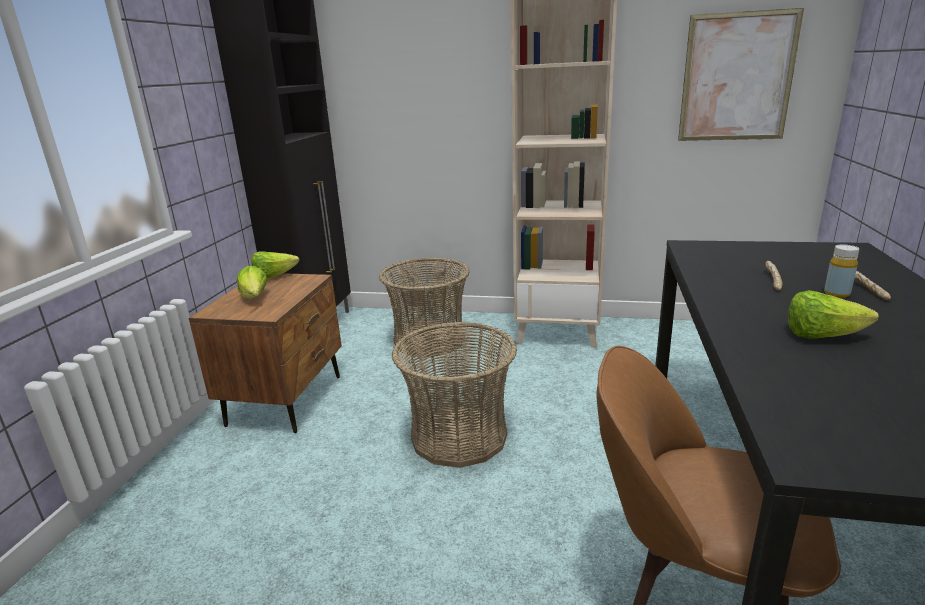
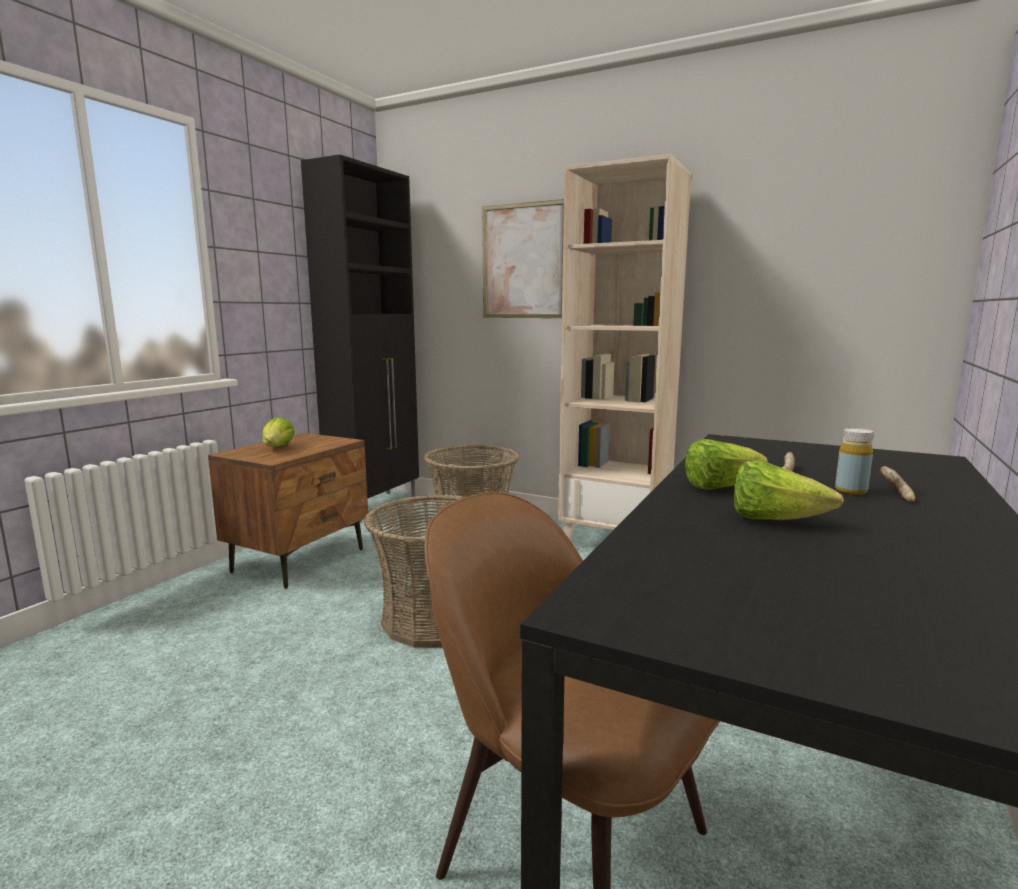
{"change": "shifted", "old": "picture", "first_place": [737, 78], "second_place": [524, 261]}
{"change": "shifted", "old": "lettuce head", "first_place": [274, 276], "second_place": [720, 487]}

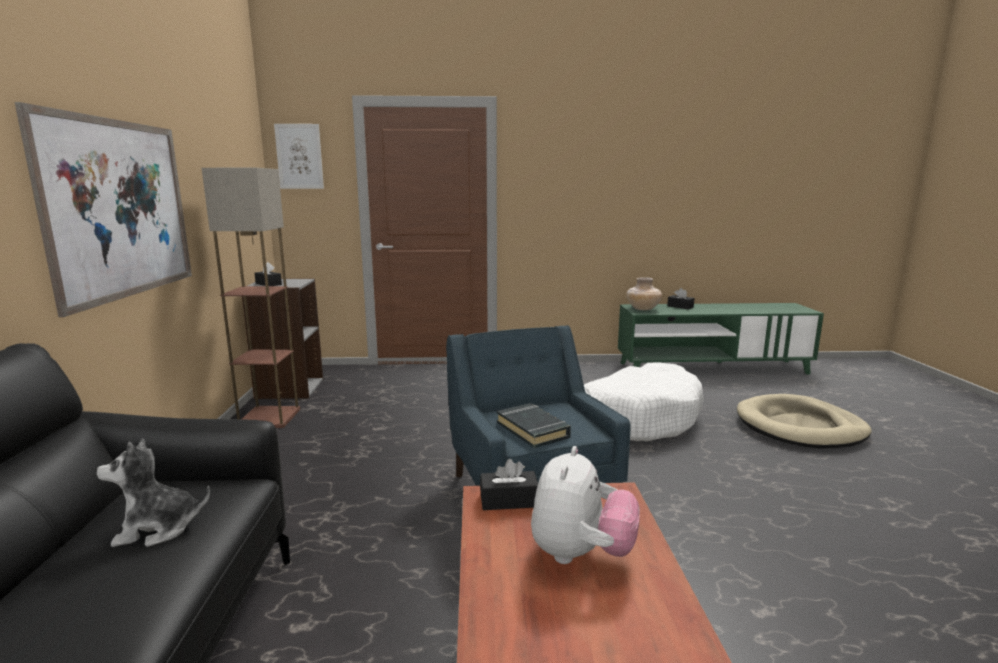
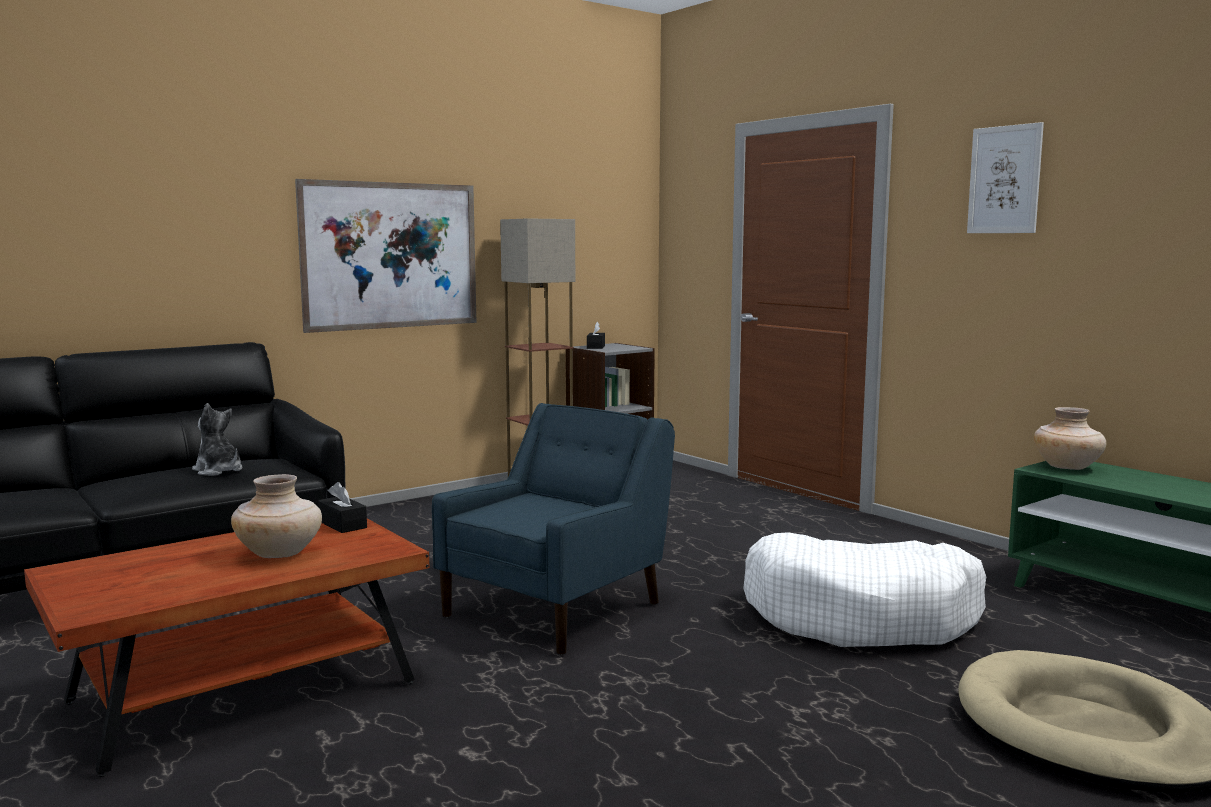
{"change": "shifted", "old": "picture", "first_place": [299, 156], "second_place": [1004, 180]}
{"change": "gone", "old": "box of tissues (black)", "first_place": [680, 307]}
{"change": "gone", "old": "volume (black)", "first_place": [533, 430]}
{"change": "swapped", "old": "plush toy", "new": "flower vase (beige-coloured)", "first_place": [581, 554], "second_place": [280, 554]}

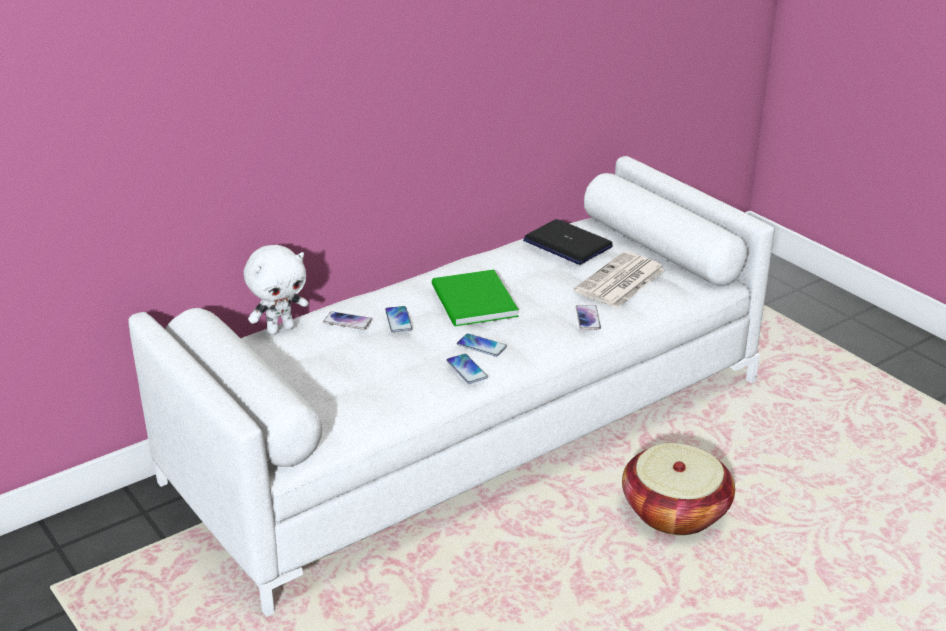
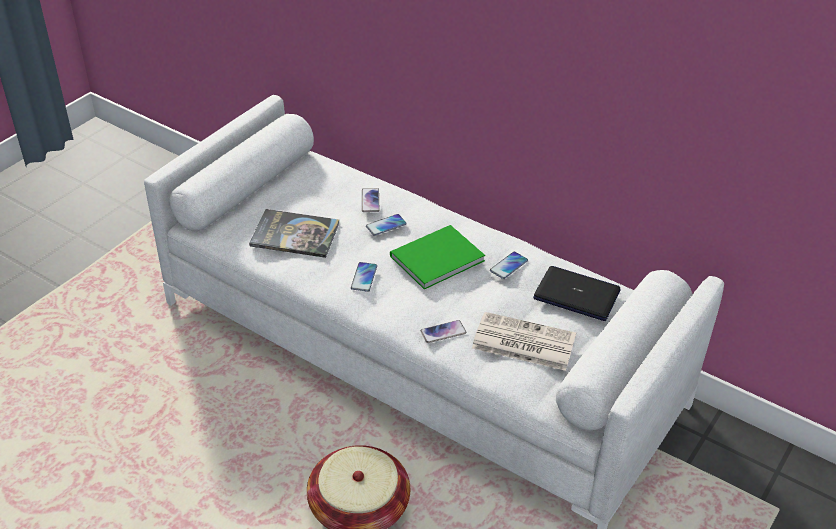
{"change": "rotated", "old": "notebook computer", "first_place": [567, 244], "second_place": [577, 294], "degrees": 90}
{"change": "gone", "old": "plush toy (whitish)", "first_place": [280, 329]}
{"change": "shifted", "old": "telephone", "first_place": [467, 369], "second_place": [508, 266]}
{"change": "new", "new": "volume", "second_place": [295, 234]}

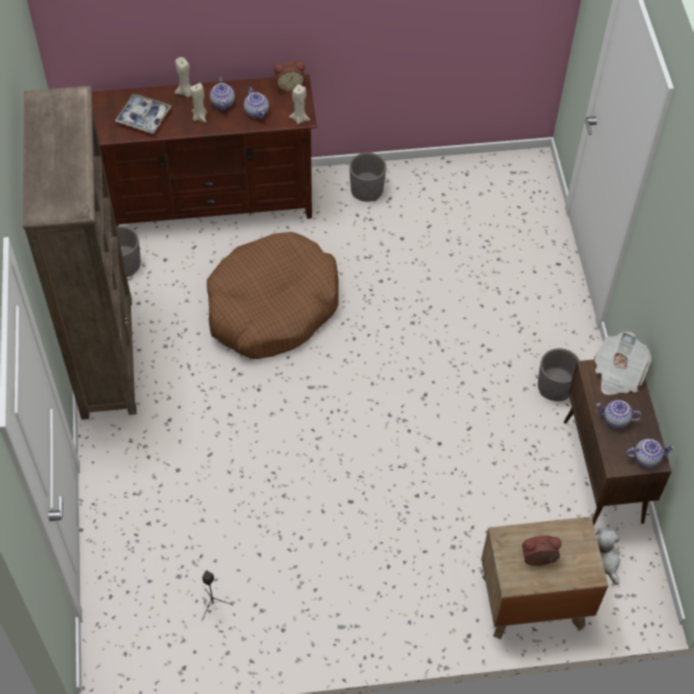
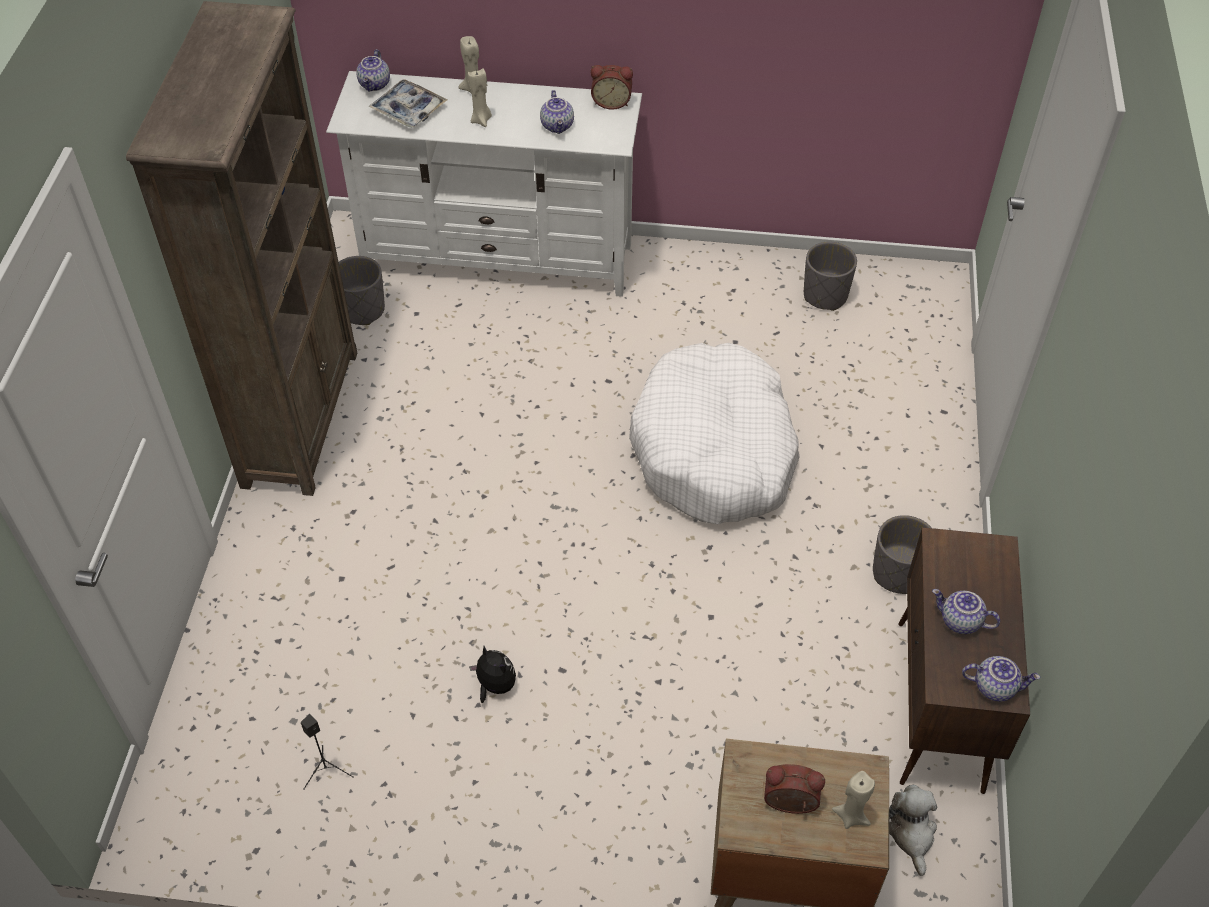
{"change": "repainted", "old": "media console (brownish)", "new": "media console (whitish)", "first_place": [212, 204], "second_place": [499, 258]}
{"change": "shifted", "old": "pot for tea", "first_place": [223, 103], "second_place": [375, 84]}
{"change": "shifted", "old": "wax light (beige-coloured)", "first_place": [299, 118], "second_place": [851, 816]}
{"change": "shifted", "old": "flower pot (gray)", "first_place": [367, 190], "second_place": [825, 295]}
{"change": "gone", "old": "pet bed (brownish)", "first_place": [272, 307]}
{"change": "gone", "old": "newspaper", "first_place": [618, 373]}
{"change": "new", "new": "pet bed (whitish)", "second_place": [714, 450]}
{"change": "new", "new": "plush toy", "second_place": [494, 686]}

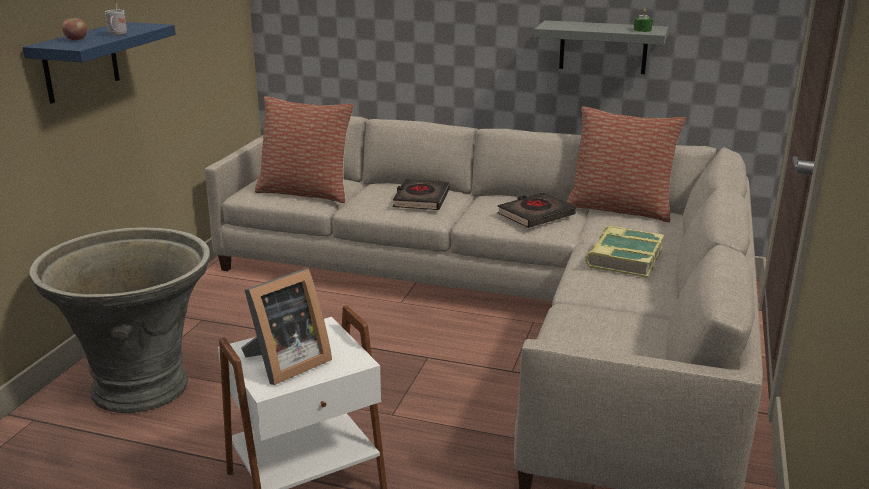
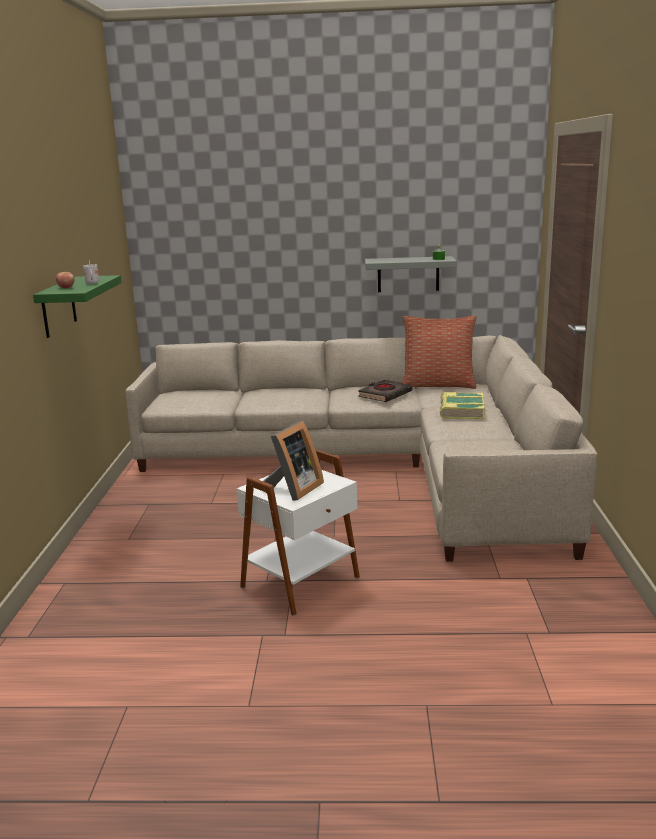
{"change": "repainted", "old": "wall shelf (bluish)", "new": "wall shelf (green-coloured)", "first_place": [81, 62], "second_place": [58, 307]}
{"change": "gone", "old": "pillow", "first_place": [306, 192]}
{"change": "gone", "old": "volume (black)", "first_place": [421, 199]}
{"change": "gone", "old": "flower pot (gray)", "first_place": [143, 387]}

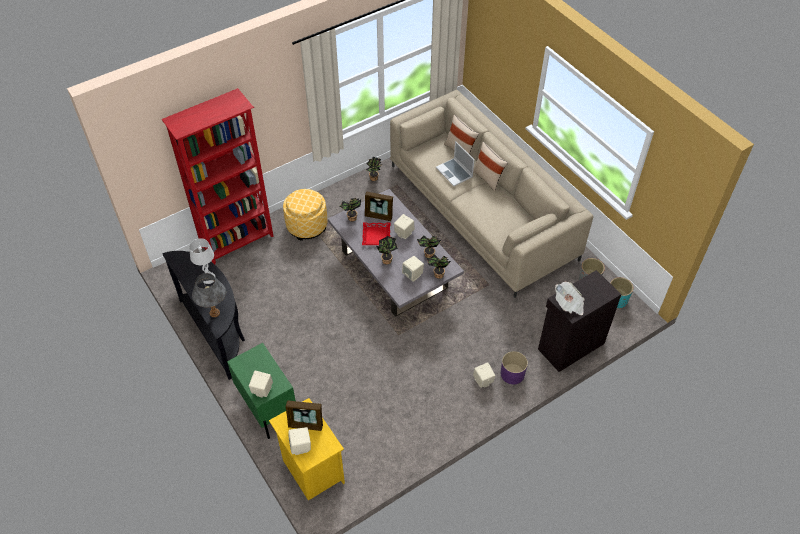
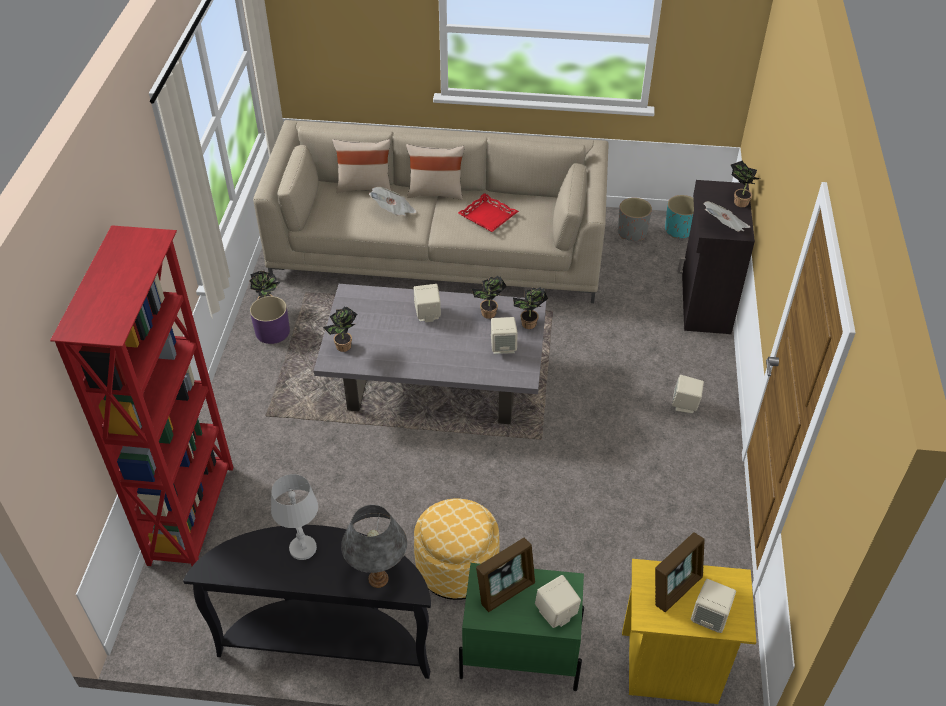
{"change": "swapped", "old": "notebook computer", "new": "newspaper", "first_place": [455, 173], "second_place": [393, 211]}
{"change": "shifted", "old": "footrest", "first_place": [307, 225], "second_place": [457, 568]}
{"change": "shifted", "old": "photo frame", "first_place": [379, 215], "second_place": [506, 590]}
{"change": "shifted", "old": "tray (red-coloured)", "first_place": [376, 236], "second_place": [487, 217]}
{"change": "shifted", "old": "houseplant", "first_place": [387, 259], "second_place": [739, 201]}
{"change": "shifted", "old": "flower pot (purplish)", "first_place": [512, 374], "second_place": [272, 331]}

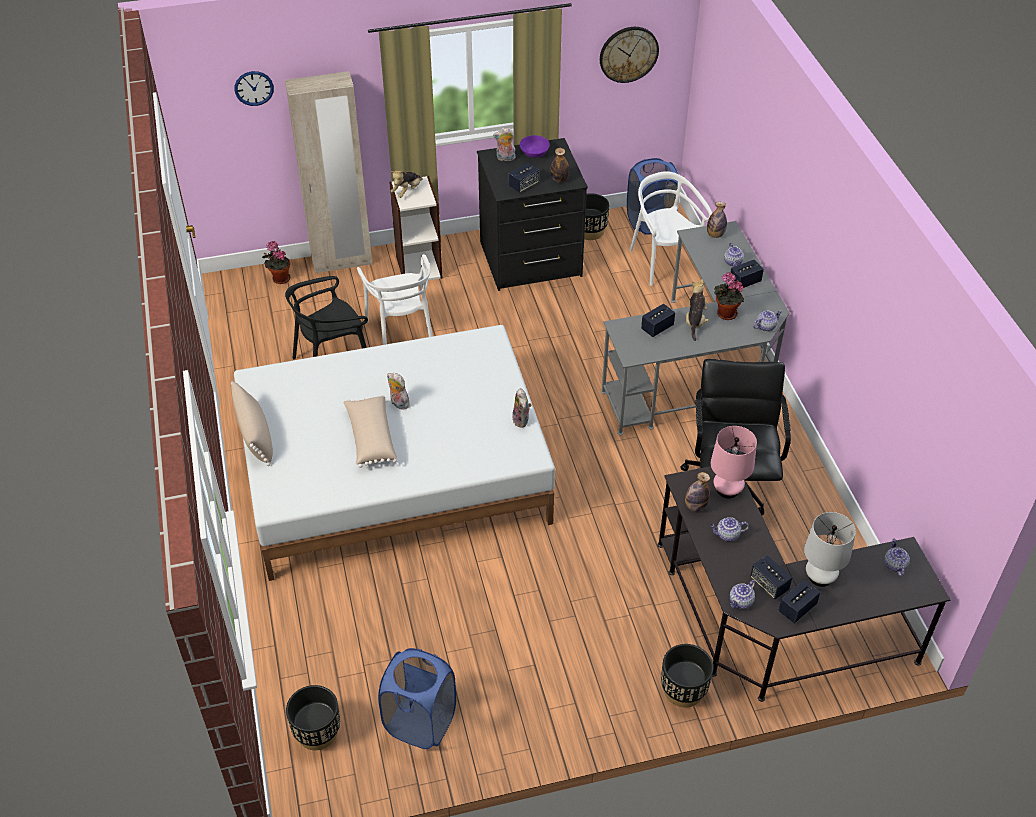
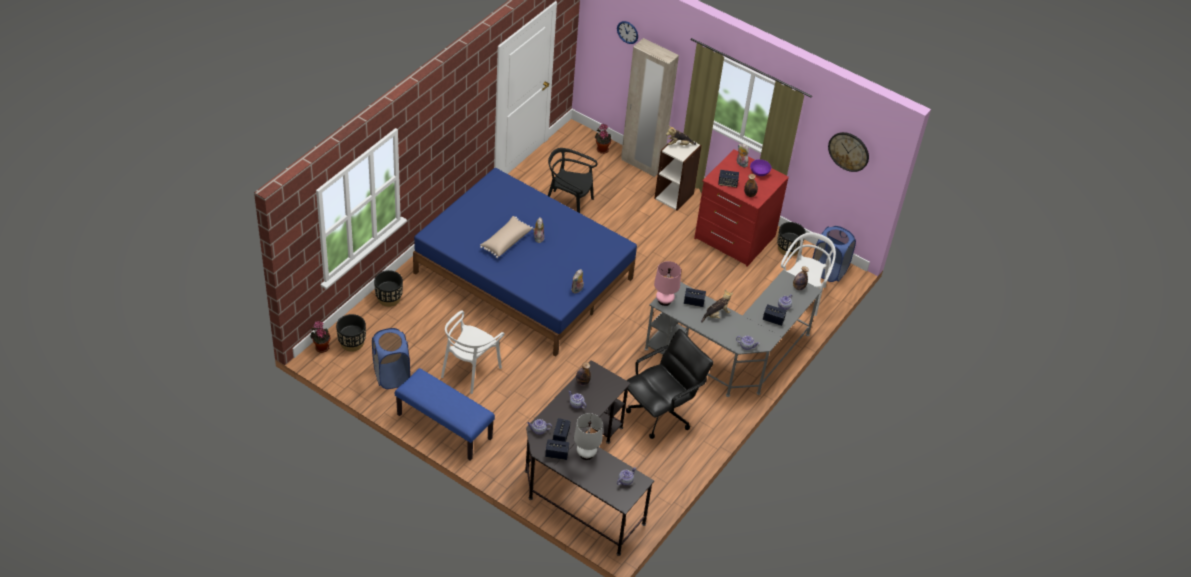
{"change": "repainted", "old": "chest of drawers (black)", "new": "chest of drawers (red-coloured)", "first_place": [531, 260], "second_place": [734, 238]}
{"change": "shifted", "old": "chair (whitish)", "first_place": [402, 334], "second_place": [470, 370]}
{"change": "shifted", "old": "houseplant", "first_place": [725, 314], "second_place": [321, 347]}
{"change": "repainted", "old": "bed (whitish)", "new": "bed (bluish)", "first_place": [393, 471], "second_place": [524, 275]}
{"change": "gone", "old": "pillow (beige-coloured)", "first_place": [255, 435]}
{"change": "shifted", "old": "lamp for a table (pinkish)", "first_place": [727, 490], "second_place": [664, 301]}
{"change": "shifted", "old": "flower pot (black)", "first_place": [683, 690], "second_place": [389, 298]}
{"change": "new", "new": "indoor bench (bluish)", "second_place": [443, 427]}

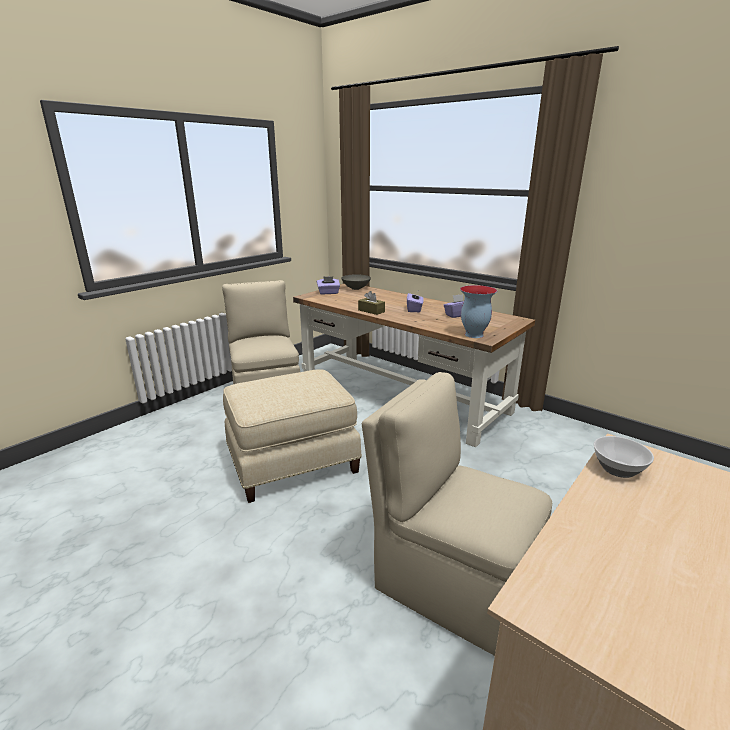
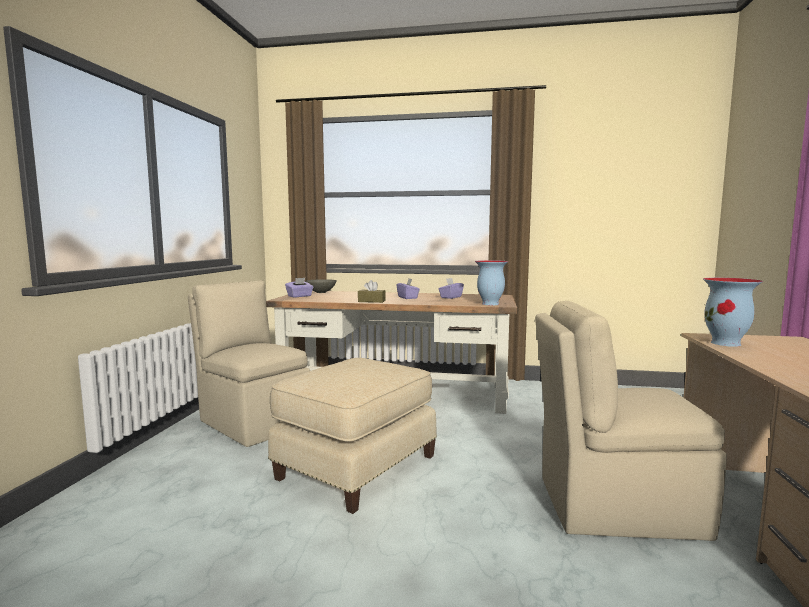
{"change": "swapped", "old": "deep dish", "new": "flower vase", "first_place": [619, 469], "second_place": [726, 343]}

